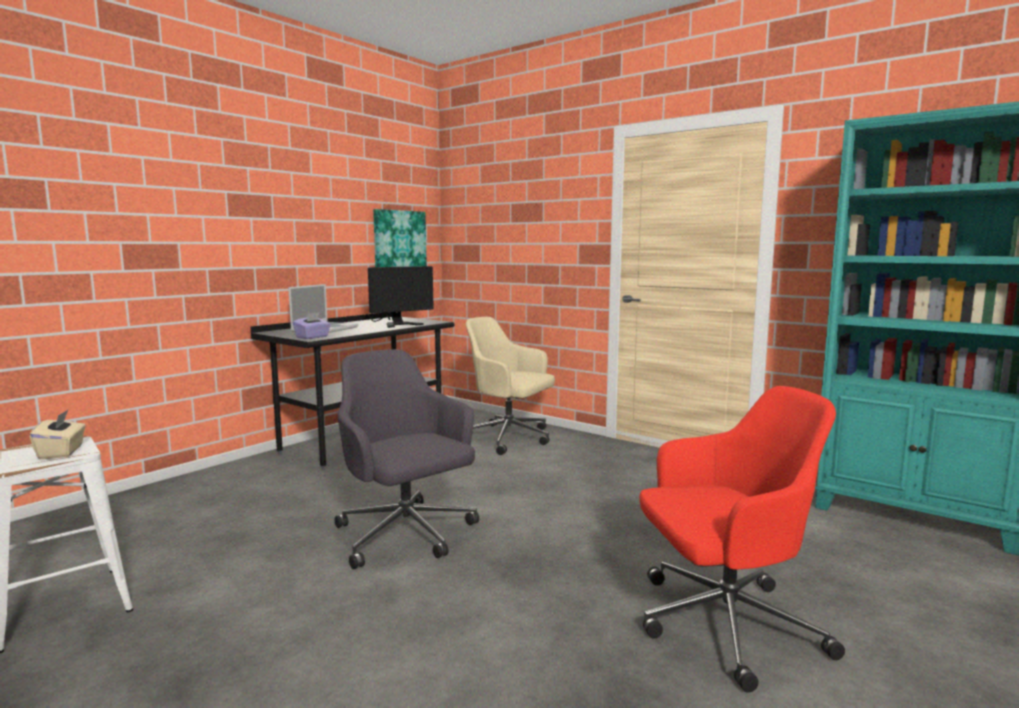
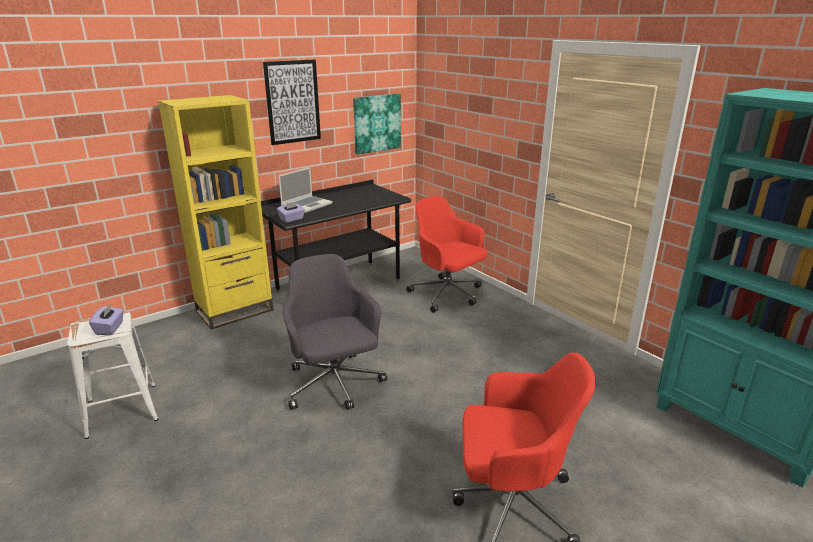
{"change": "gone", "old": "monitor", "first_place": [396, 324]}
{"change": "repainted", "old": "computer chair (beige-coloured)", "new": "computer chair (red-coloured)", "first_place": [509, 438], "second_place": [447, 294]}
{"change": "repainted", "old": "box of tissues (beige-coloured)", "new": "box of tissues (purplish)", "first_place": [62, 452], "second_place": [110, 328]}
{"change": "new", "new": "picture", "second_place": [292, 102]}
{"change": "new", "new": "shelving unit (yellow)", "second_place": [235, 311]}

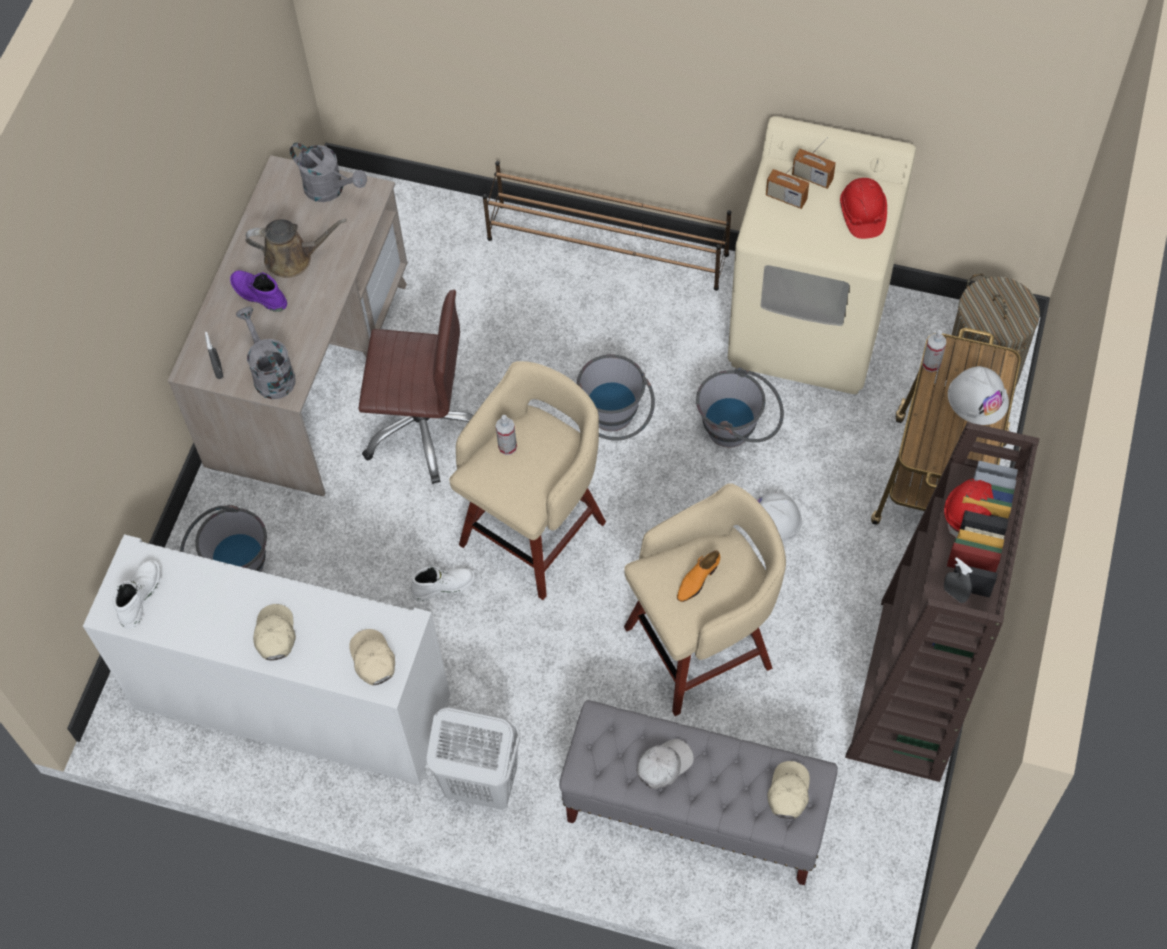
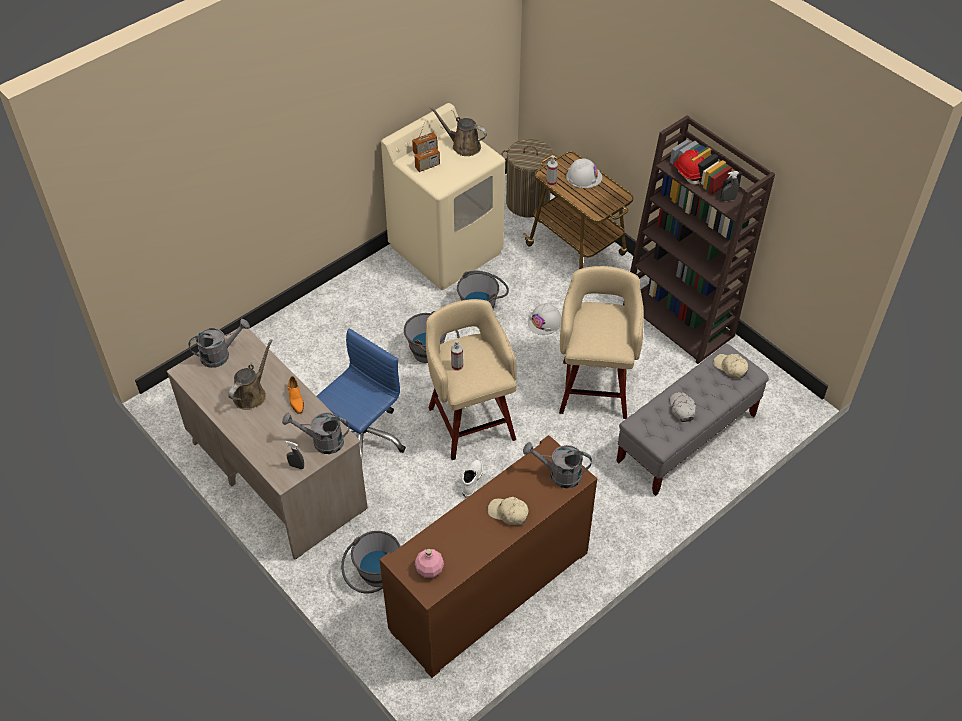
{"change": "gone", "old": "shoe stand (brownish)", "first_place": [608, 247]}
{"change": "swapped", "old": "hard hat (red-coloured)", "new": "watering pot (brownish)", "first_place": [862, 214], "second_place": [463, 146]}
{"change": "gone", "old": "boot (purplish)", "first_place": [258, 295]}
{"change": "repainted", "old": "computer chair (brownish)", "new": "computer chair (bluish)", "first_place": [424, 426], "second_place": [362, 438]}
{"change": "repainted", "old": "cupboard (whitish)", "new": "cupboard (brownish)", "first_place": [292, 703], "second_place": [490, 590]}
{"change": "shifted", "old": "low shoe (orangey)", "first_place": [697, 580], "second_place": [296, 399]}
{"change": "swapped", "old": "boot (whitish)", "new": "beverage bottle (pinkish)", "first_place": [139, 596], "second_place": [429, 569]}
{"change": "swapped", "old": "peaked cap (beige-coloured)", "new": "watering pot (gray)", "first_place": [372, 659], "second_place": [559, 474]}
{"change": "gone", "old": "washing basket (whitish)", "first_place": [480, 784]}

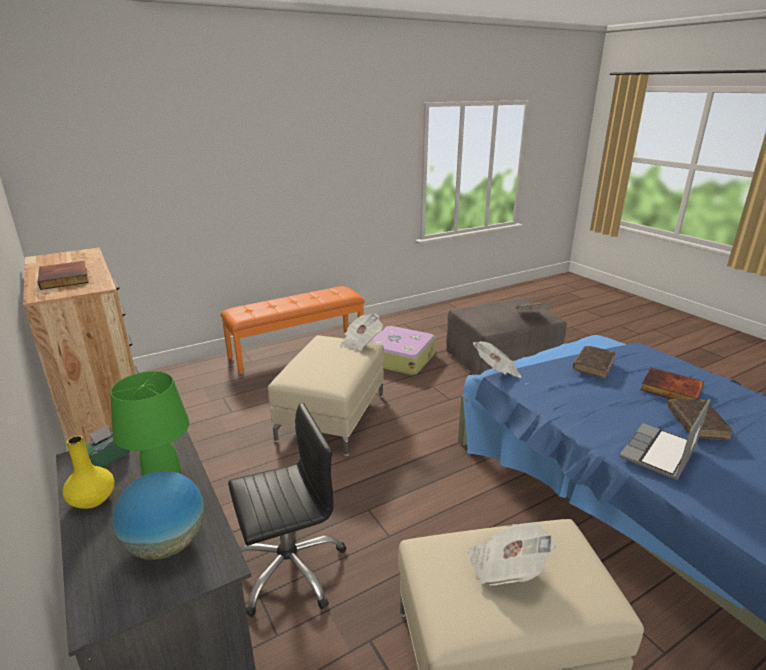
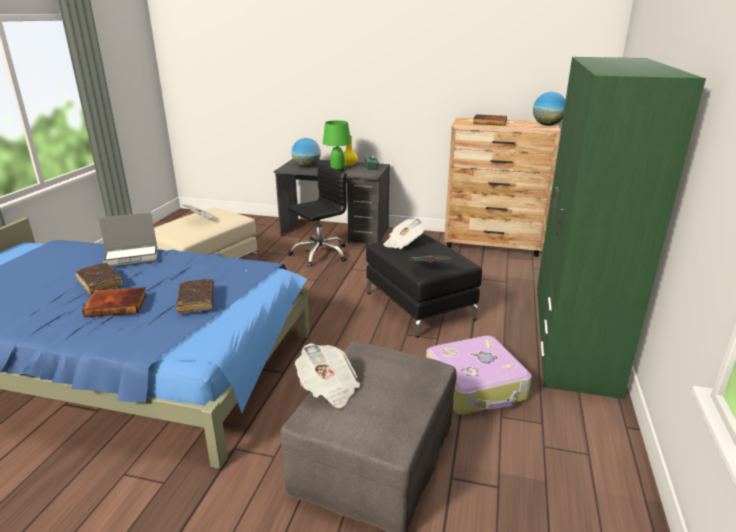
{"change": "swapped", "old": "indoor bench (orangey)", "new": "armoire (green-coloured)", "first_place": [297, 349], "second_place": [572, 339]}
{"change": "repainted", "old": "footrest (beige-coloured)", "new": "footrest (black)", "first_place": [331, 416], "second_place": [420, 306]}
{"change": "shifted", "old": "newspaper", "first_place": [496, 371], "second_place": [403, 243]}
{"change": "rotated", "old": "notebook computer", "first_place": [659, 453], "second_place": [132, 257], "degrees": 75}
{"change": "rotated", "old": "computer chair (black)", "first_place": [289, 568], "second_place": [319, 254], "degrees": -150}
{"change": "new", "new": "globe", "second_place": [547, 125]}

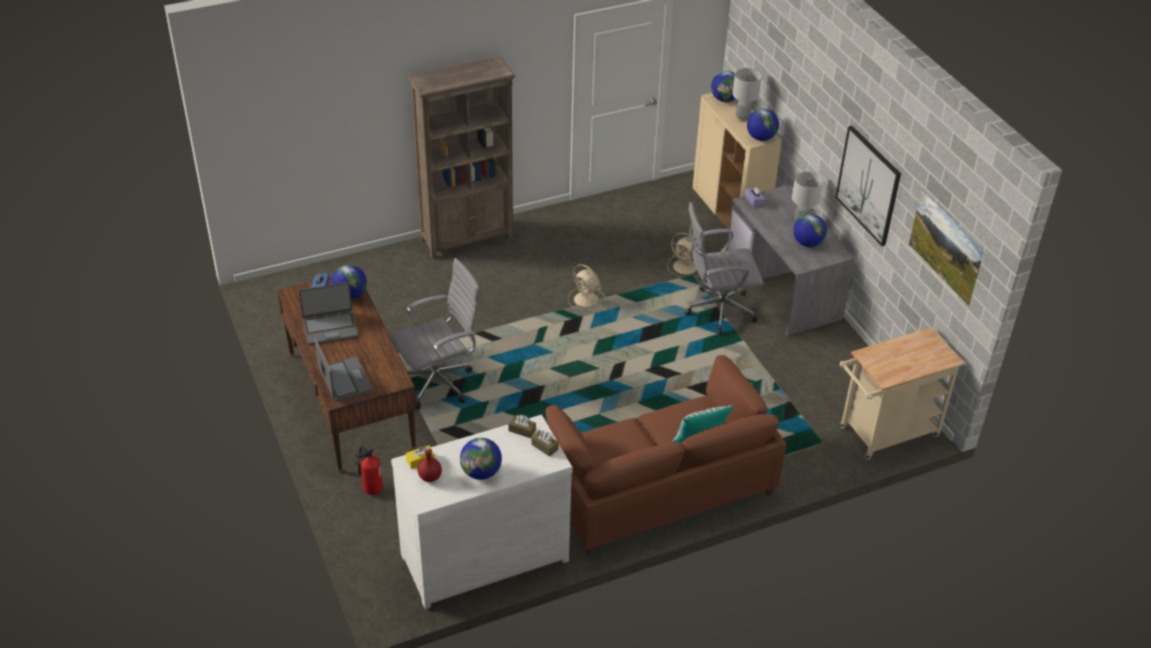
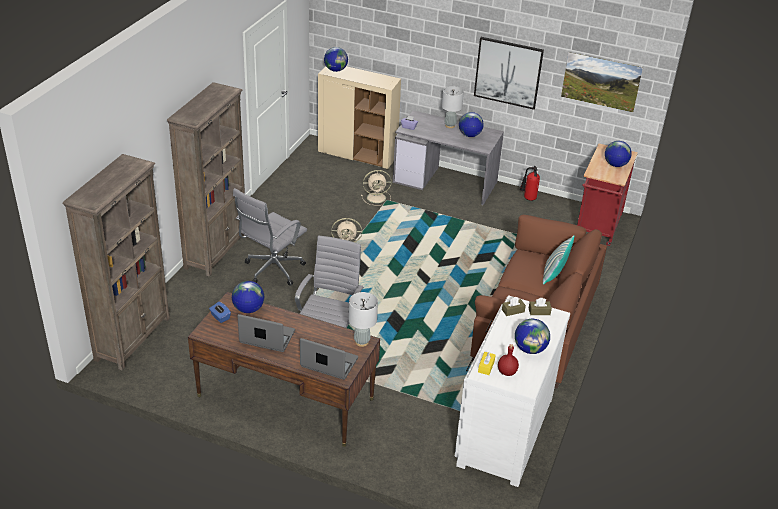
{"change": "shifted", "old": "lamp for a table (gray)", "first_place": [742, 118], "second_place": [361, 342]}
{"change": "shifted", "old": "globe", "first_place": [760, 138], "second_place": [615, 165]}
{"change": "shifted", "old": "computer chair (gray)", "first_place": [717, 311], "second_place": [272, 271]}
{"change": "rotated", "old": "notebook computer", "first_place": [330, 328], "second_place": [267, 337], "degrees": -105}
{"change": "repainted", "old": "trolley (beige-coloured)", "new": "trolley (red-coloured)", "first_place": [883, 434], "second_place": [597, 228]}
{"change": "shifted", "old": "fire extinguisher", "first_place": [370, 489], "second_place": [528, 199]}
{"change": "new", "new": "shelving unit (brownish)", "second_place": [133, 338]}

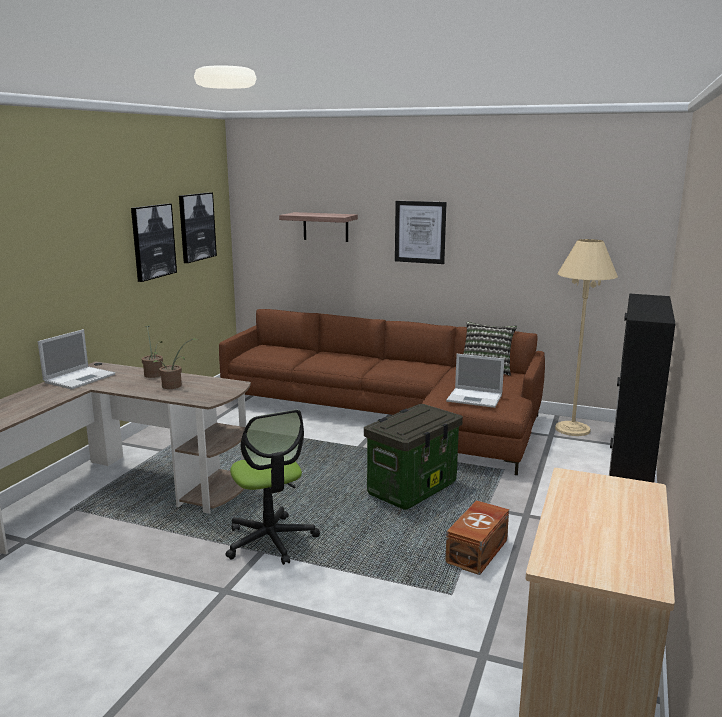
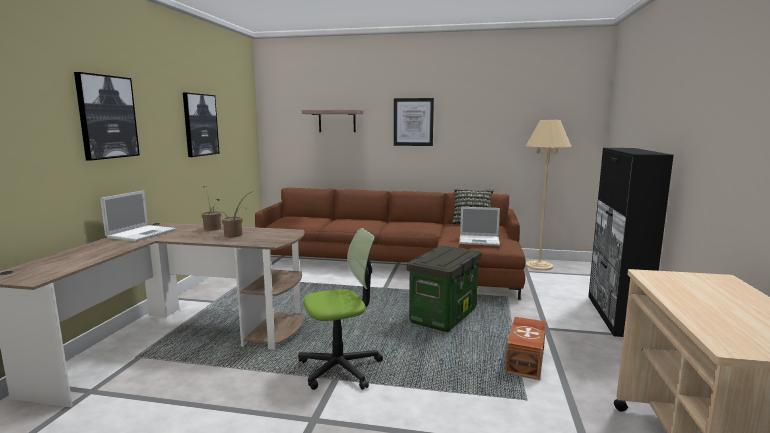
{"change": "shifted", "old": "picture", "first_place": [196, 227], "second_place": [107, 117]}
{"change": "rotated", "old": "computer chair", "first_place": [270, 540], "second_place": [340, 368], "degrees": -75}

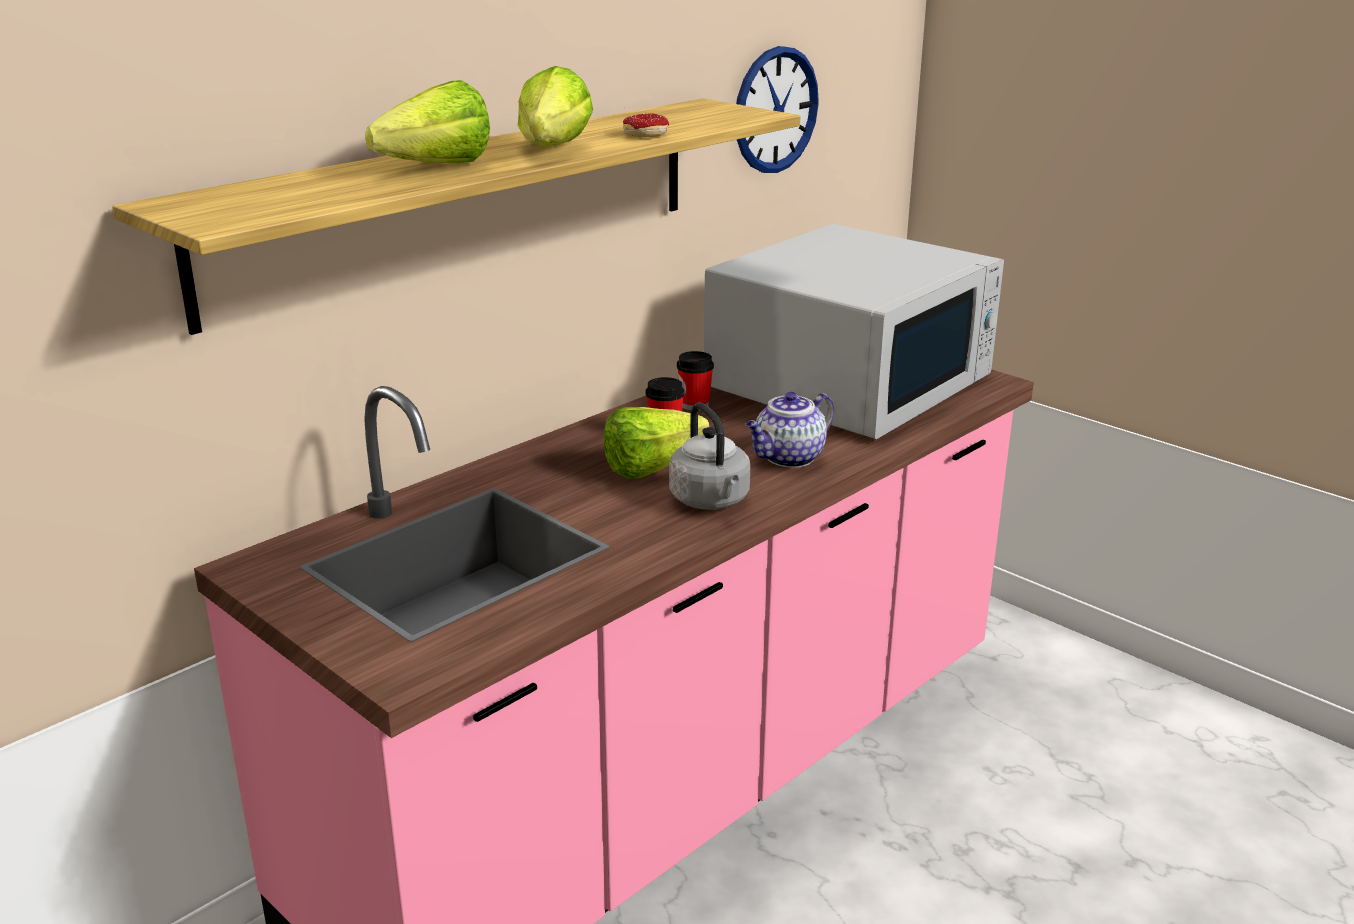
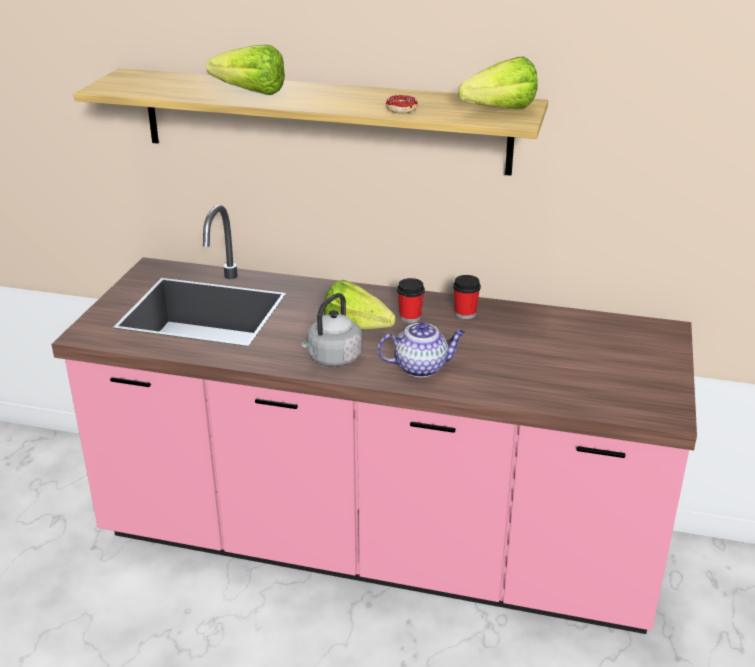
{"change": "gone", "old": "clock on the wall", "first_place": [775, 110]}
{"change": "shifted", "old": "lettuce head", "first_place": [548, 152], "second_place": [493, 111]}
{"change": "gone", "old": "microwave oven (whitish)", "first_place": [851, 383]}
{"change": "rotated", "old": "pot for tea", "first_place": [788, 458], "second_place": [421, 367], "degrees": 150}

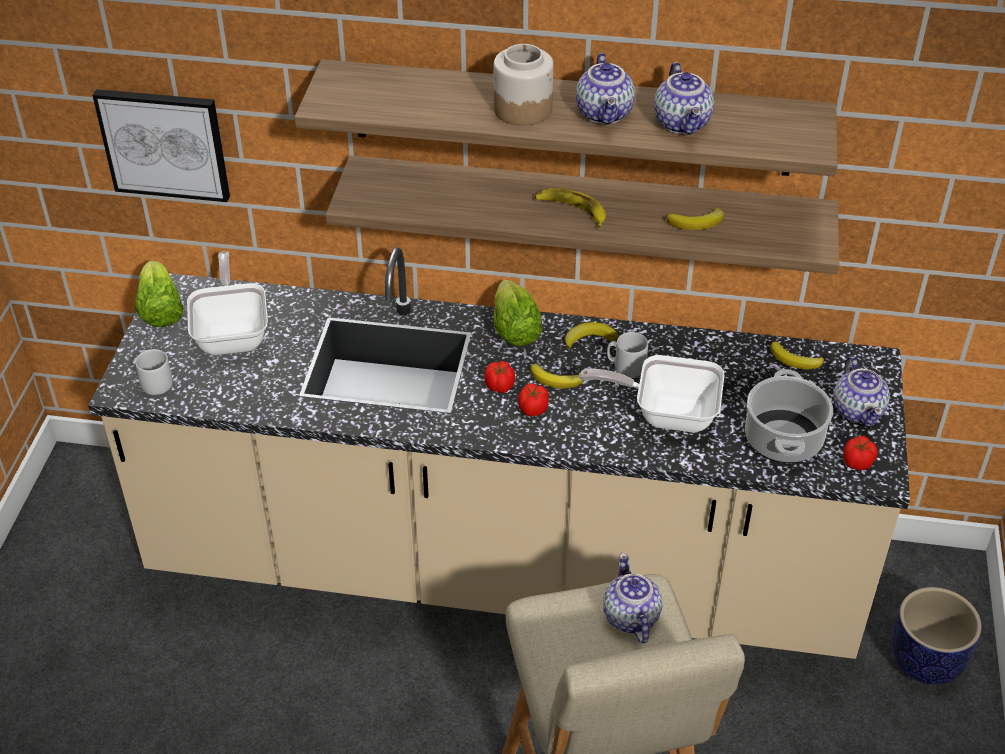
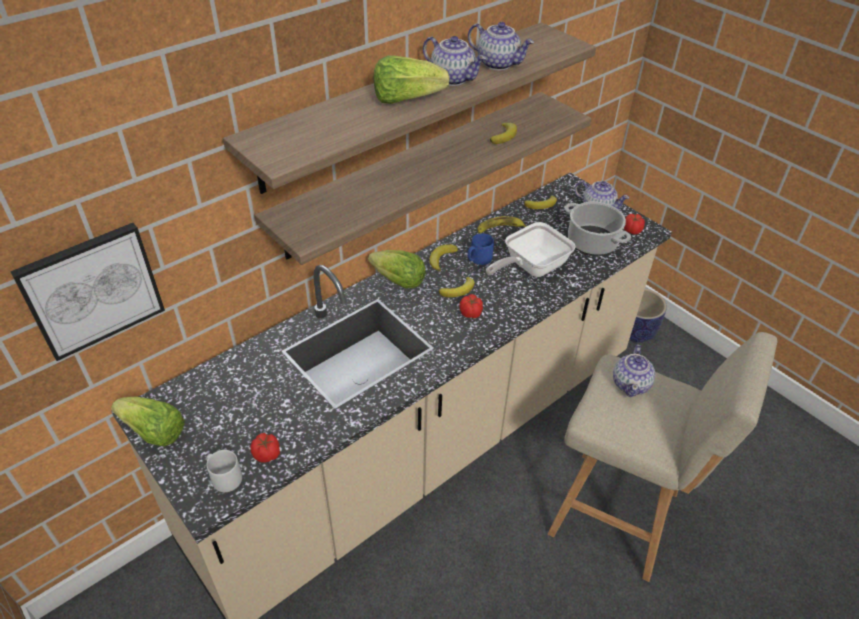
{"change": "swapped", "old": "preserve jar", "new": "lettuce head", "first_place": [522, 109], "second_place": [406, 99]}
{"change": "shifted", "old": "banana", "first_place": [572, 210], "second_place": [499, 229]}
{"change": "gone", "old": "pan", "first_place": [232, 333]}
{"change": "repainted", "old": "tea mug (gray)", "new": "tea mug (bluish)", "first_place": [625, 366], "second_place": [478, 259]}
{"change": "shifted", "old": "whole tomato", "first_place": [500, 387], "second_place": [267, 454]}
{"change": "rotated", "old": "pot for tea", "first_place": [630, 617], "second_place": [631, 384], "degrees": -105}

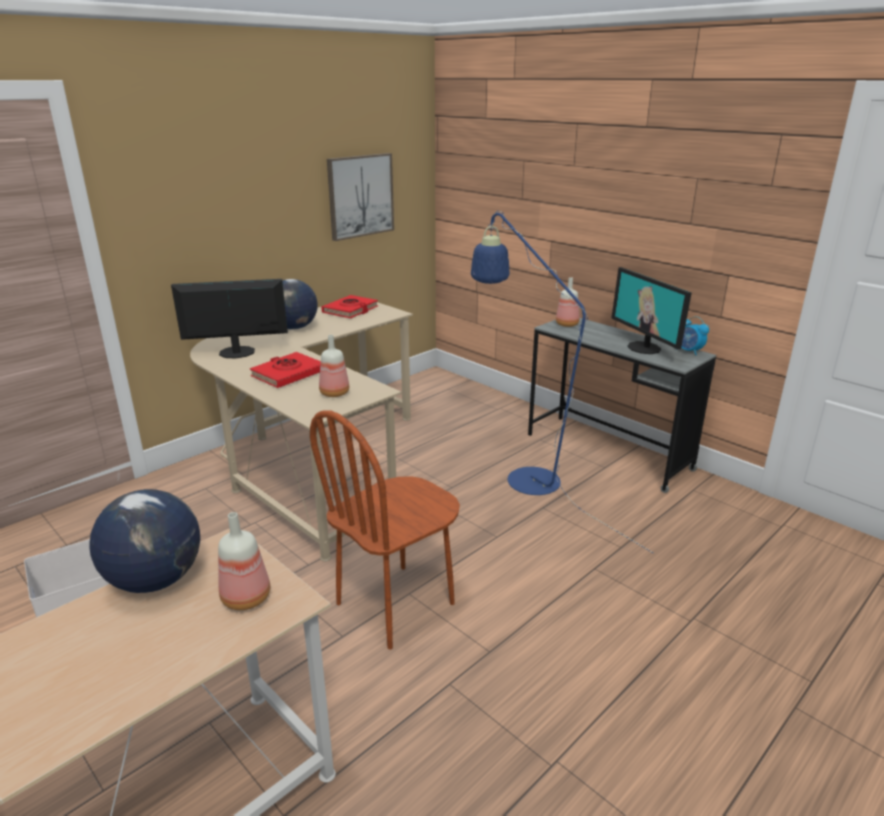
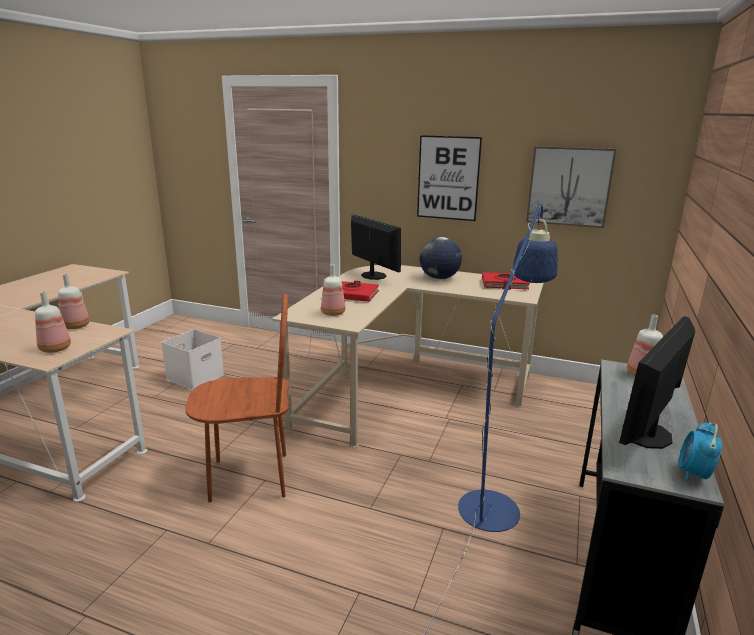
{"change": "rotated", "old": "chair (brownish)", "first_place": [396, 604], "second_place": [249, 477], "degrees": 150}
{"change": "swapped", "old": "globe", "new": "beverage bottle", "first_place": [156, 580], "second_place": [76, 326]}
{"change": "new", "new": "picture", "second_place": [448, 178]}

